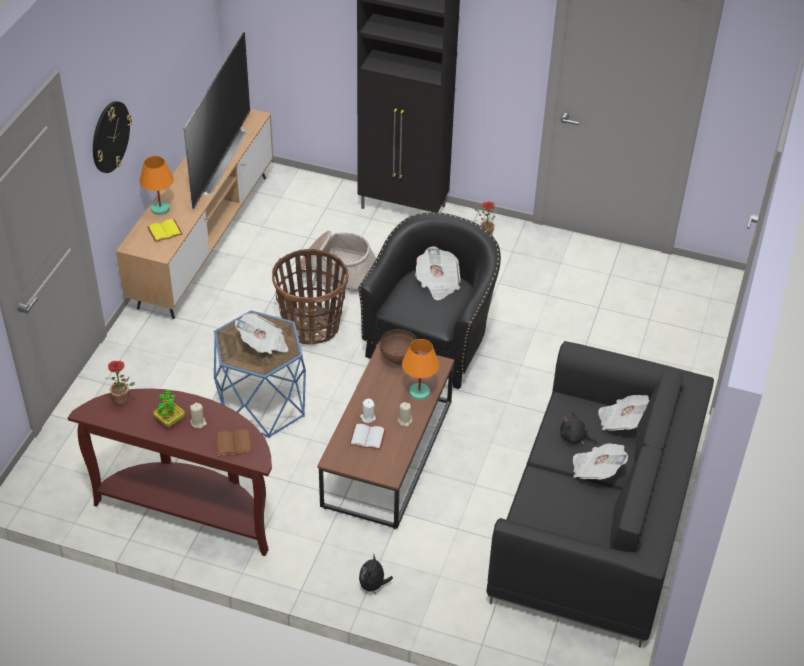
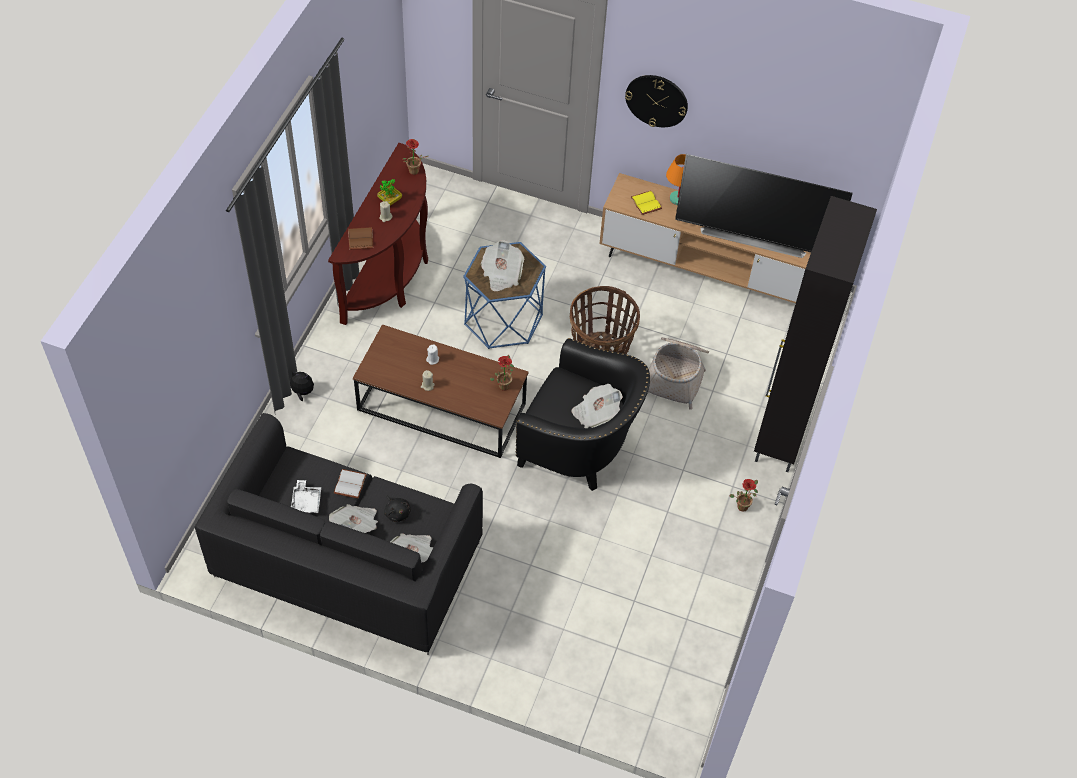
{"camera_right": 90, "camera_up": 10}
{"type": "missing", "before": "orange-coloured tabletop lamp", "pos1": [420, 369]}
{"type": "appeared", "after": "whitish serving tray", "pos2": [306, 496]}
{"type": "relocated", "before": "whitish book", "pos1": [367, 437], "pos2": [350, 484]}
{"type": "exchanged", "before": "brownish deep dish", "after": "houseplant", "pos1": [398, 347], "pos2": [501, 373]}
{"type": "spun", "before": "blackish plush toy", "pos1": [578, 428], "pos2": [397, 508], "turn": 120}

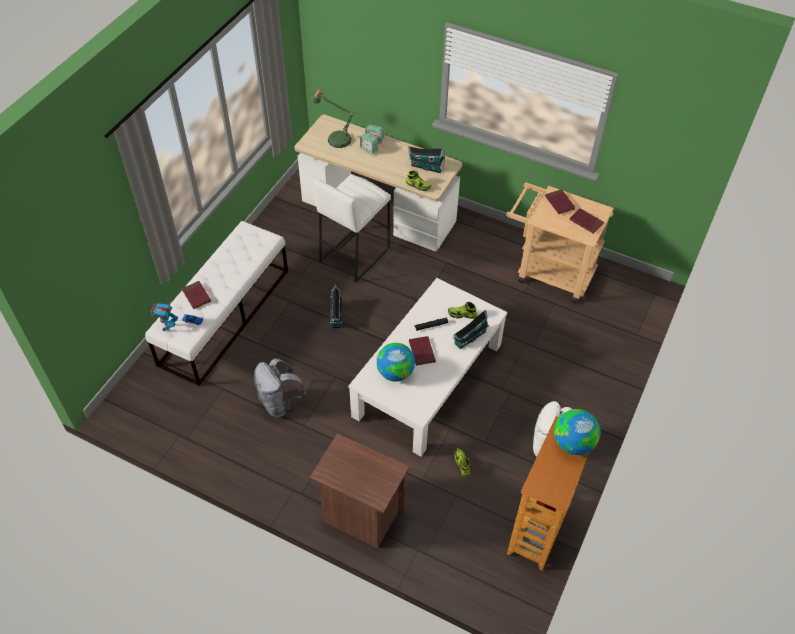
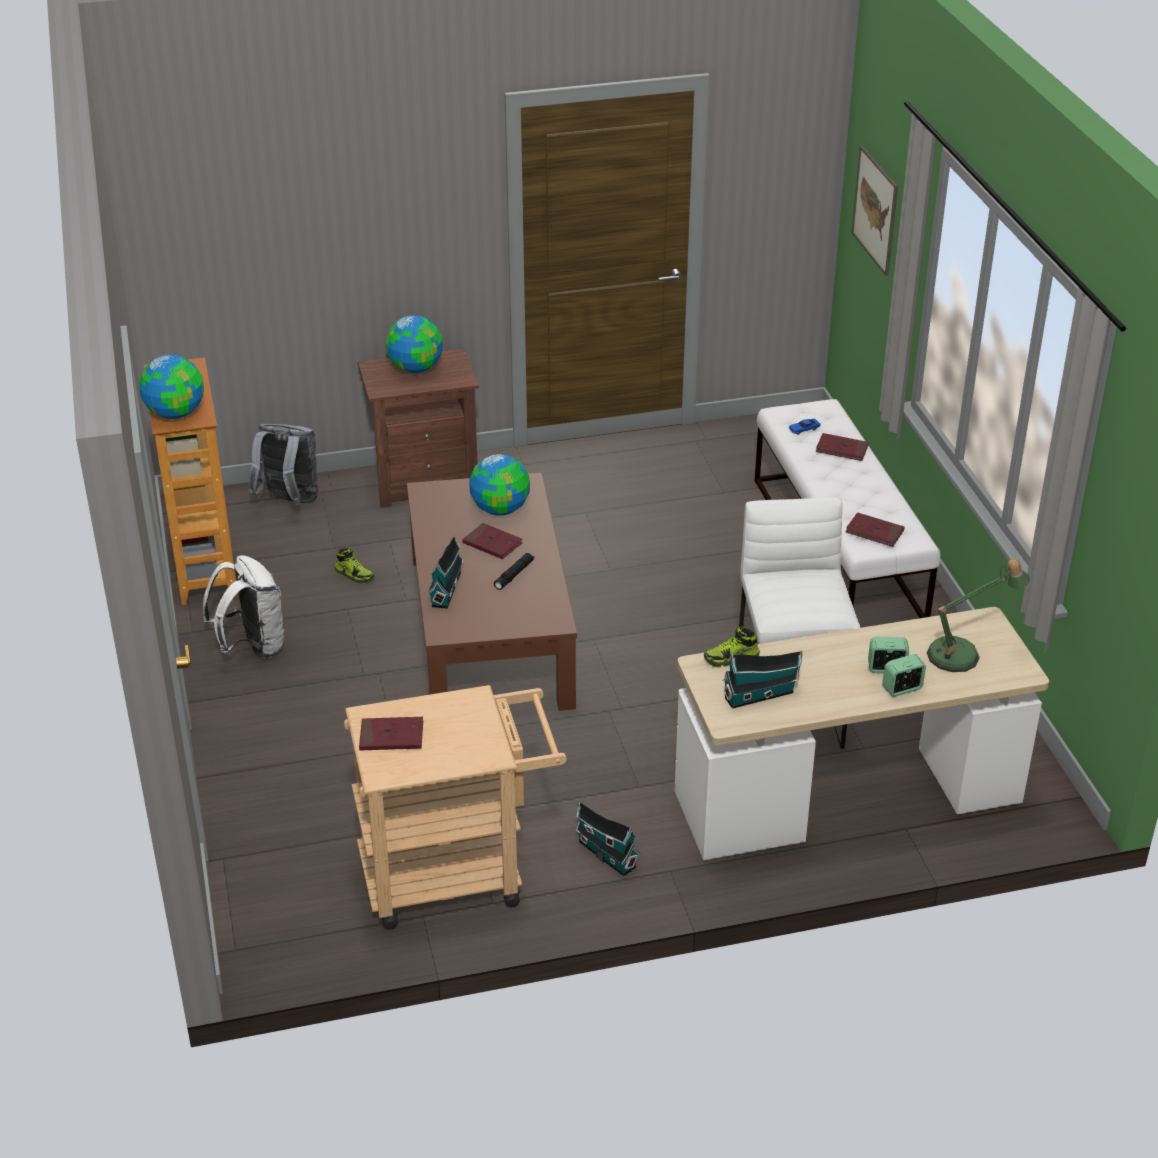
{"camera_right": 140, "camera_up": -15}
{"type": "missing", "before": "model robot", "pos1": [164, 317]}
{"type": "missing", "before": "shoe", "pos1": [462, 310]}
{"type": "appeared", "after": "world globe", "pos2": [414, 344]}
{"type": "appeared", "after": "wall picture", "pos2": [875, 210]}
{"type": "relocated", "before": "greyish knapsack", "pos1": [280, 388], "pos2": [284, 464]}
{"type": "relocated", "before": "toy house", "pos1": [336, 306], "pos2": [607, 839]}
{"type": "relocated", "before": "reddish book", "pos1": [560, 201], "pos2": [875, 529]}
{"type": "colour", "before": "whitish low table", "after": "brownish low table", "pos1": [427, 367], "pos2": [492, 592]}

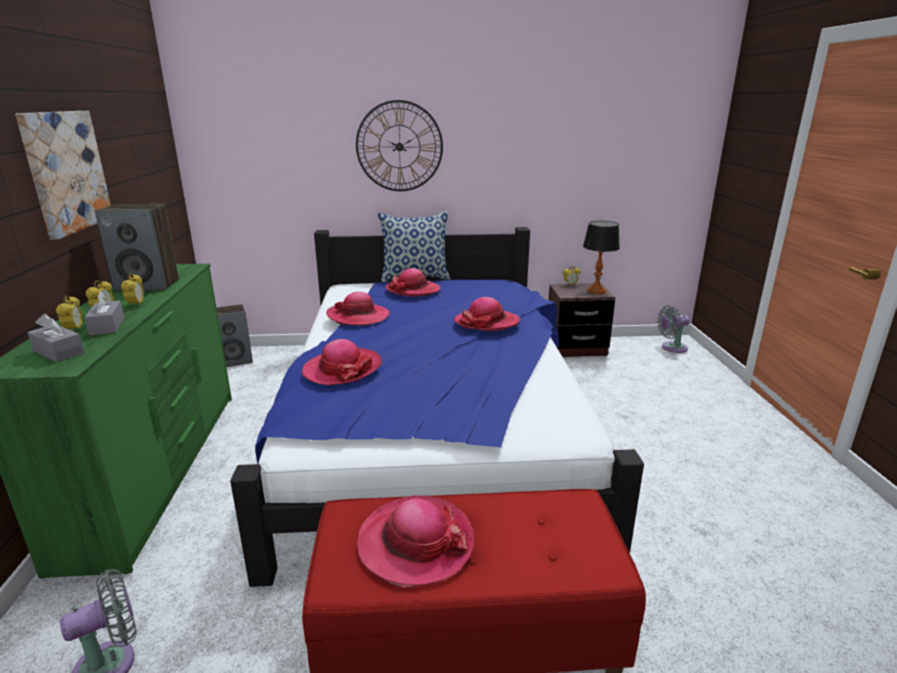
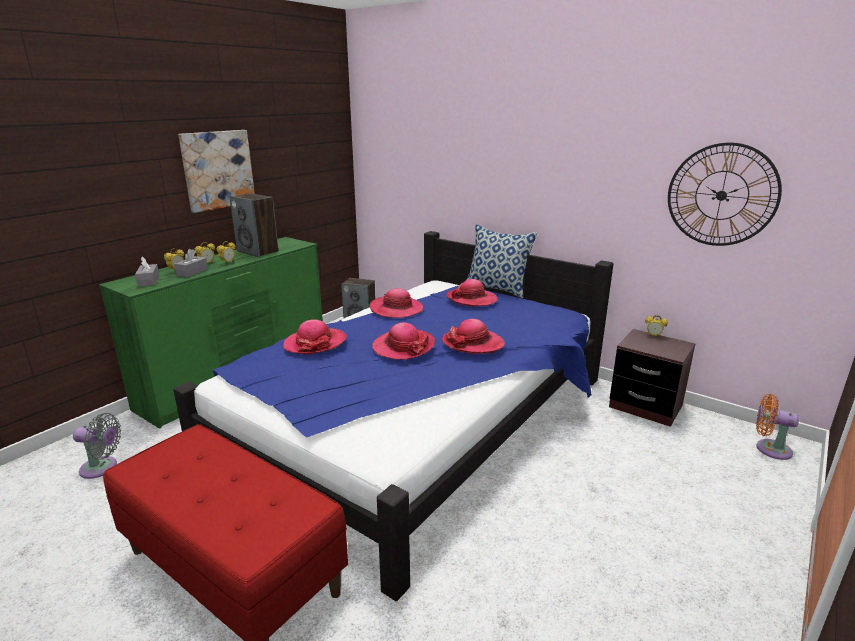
{"camera_right": 40, "camera_up": 0}
{"type": "missing", "before": "tabletop lamp", "pos1": [601, 257]}
{"type": "relocated", "before": "hanging clock", "pos1": [399, 145], "pos2": [725, 194]}
{"type": "relocated", "before": "clothing hat", "pos1": [416, 541], "pos2": [404, 341]}
{"type": "colour", "before": "greyish electric fan", "after": "orange-coloured electric fan", "pos1": [673, 329], "pos2": [777, 427]}

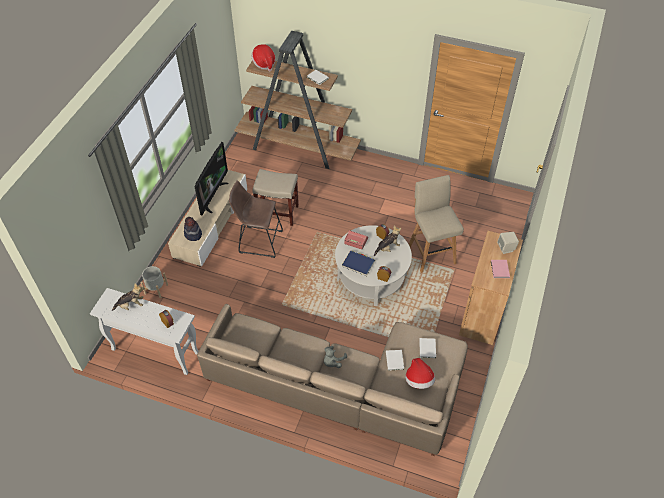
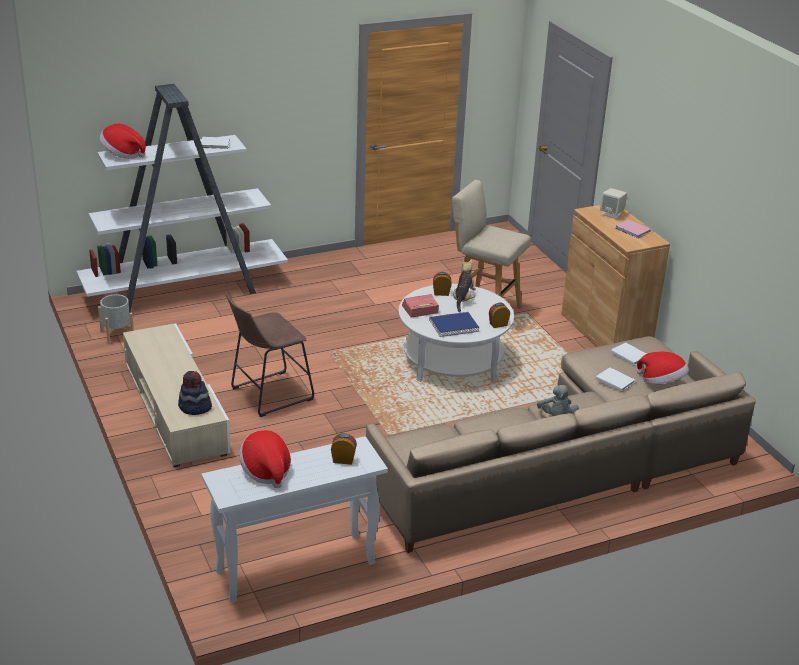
{"camera_right": -45, "camera_up": -20}
{"type": "missing", "before": "TV set", "pos1": [211, 178]}
{"type": "missing", "before": "beige-coloured stool seat", "pos1": [275, 197]}
{"type": "relocated", "before": "greyish planter", "pos1": [154, 282], "pos2": [116, 319]}
{"type": "exchanged", "before": "plush toy", "after": "clothing hat", "pos1": [128, 297], "pos2": [265, 459]}
{"type": "colour", "before": "brownish shelving unit", "after": "whitish shelving unit", "pos1": [297, 100], "pos2": [182, 198]}

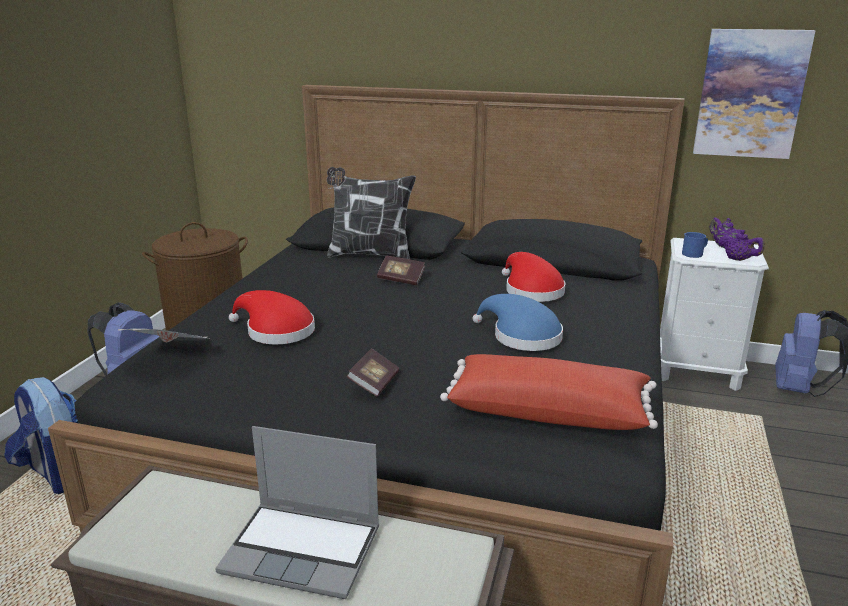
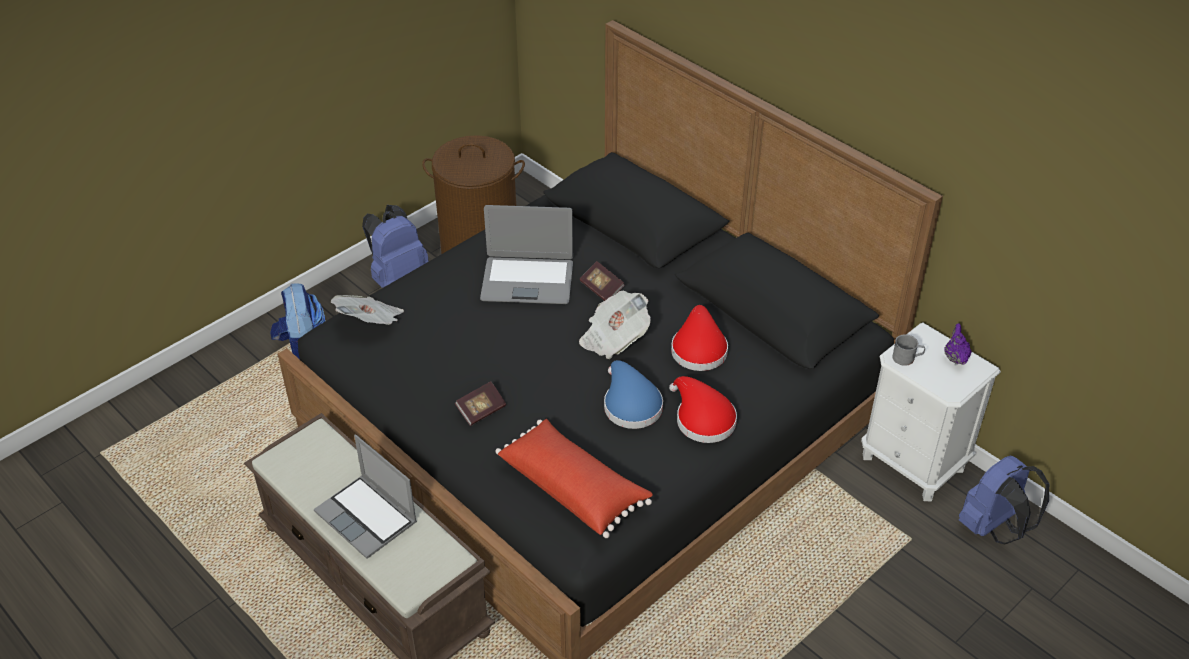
{"camera_right": 30, "camera_up": 20}
{"type": "missing", "before": "throw pillow", "pos1": [371, 213]}
{"type": "missing", "before": "wall picture", "pos1": [754, 94]}
{"type": "missing", "before": "purple-coloured teapot", "pos1": [741, 245]}
{"type": "appeared", "after": "portable computer", "pos2": [526, 254]}
{"type": "appeared", "after": "printed paper", "pos2": [615, 325]}
{"type": "relocated", "before": "reddish clothing hat", "pos1": [272, 317], "pos2": [703, 409]}
{"type": "colour", "before": "blue coffee mug", "after": "greyish coffee mug", "pos1": [695, 245], "pos2": [908, 350]}

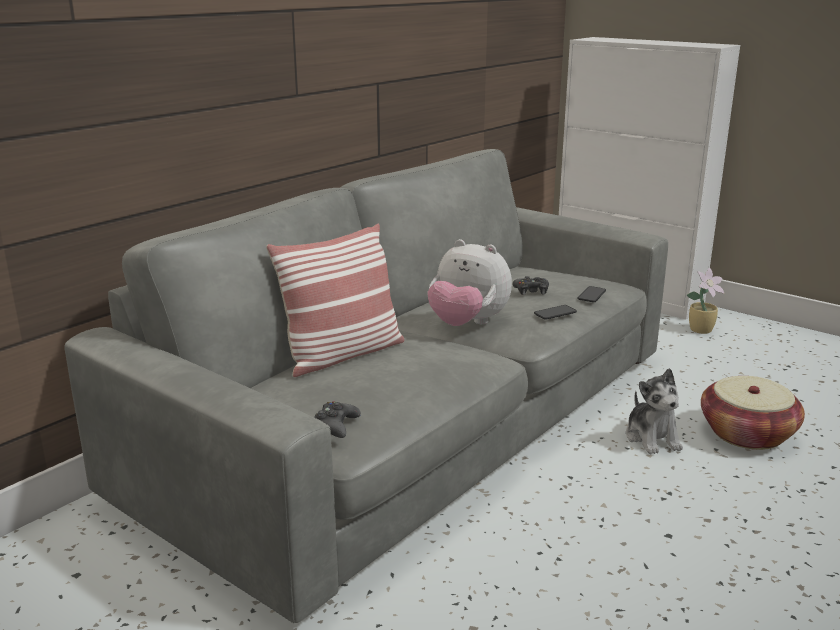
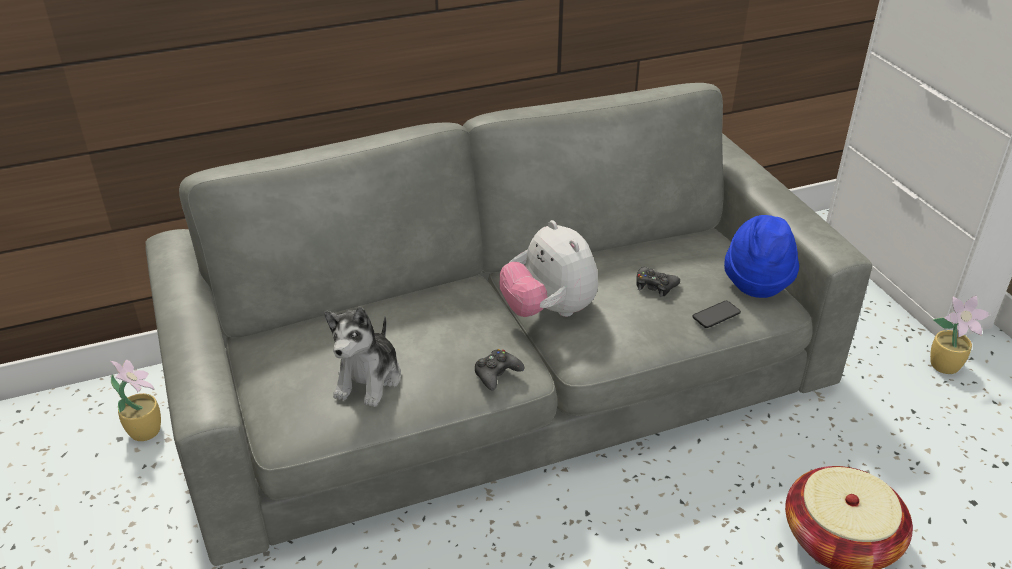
{"camera_right": 30, "camera_up": 15}
{"type": "missing", "before": "throw pillow", "pos1": [335, 300]}
{"type": "missing", "before": "phone", "pos1": [555, 312]}
{"type": "appeared", "after": "houseplant", "pos2": [135, 400]}
{"type": "appeared", "after": "blue clothing hat", "pos2": [761, 256]}
{"type": "relocated", "before": "blackish gamepad", "pos1": [337, 419], "pos2": [499, 370]}
{"type": "relocated", "before": "plush toy", "pos1": [654, 411], "pos2": [362, 357]}

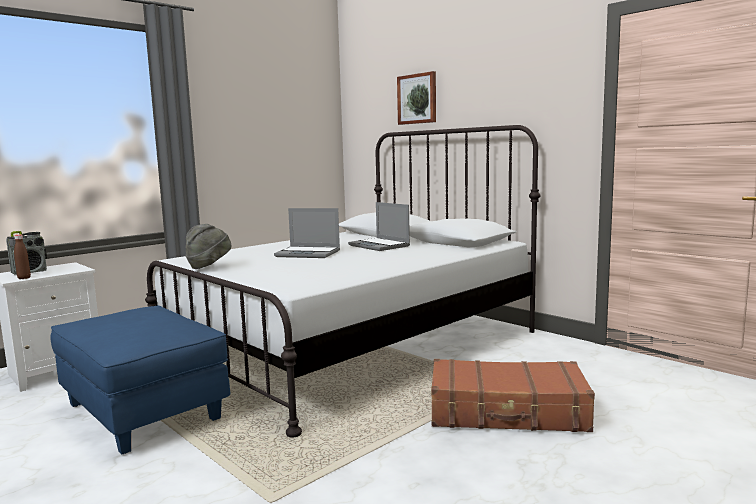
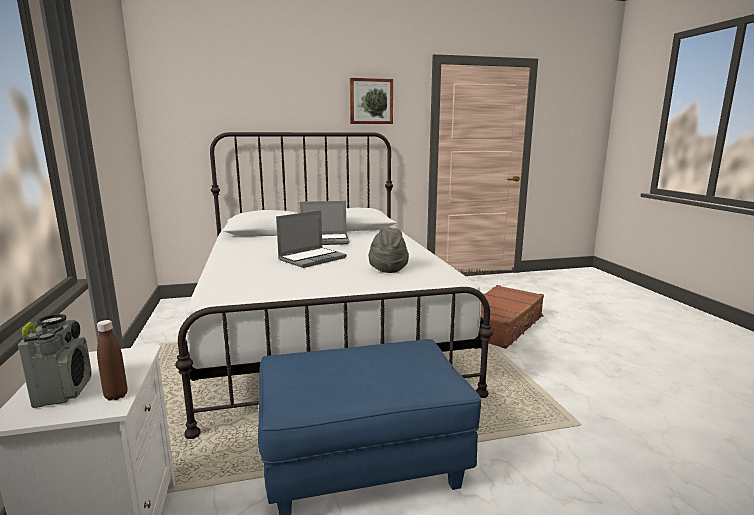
{"camera_right": -60, "camera_up": 5}
{"type": "relocated", "before": "greyish clothing hat", "pos1": [208, 246], "pos2": [389, 250]}
{"type": "relocated", "before": "wall picture", "pos1": [416, 98], "pos2": [371, 101]}

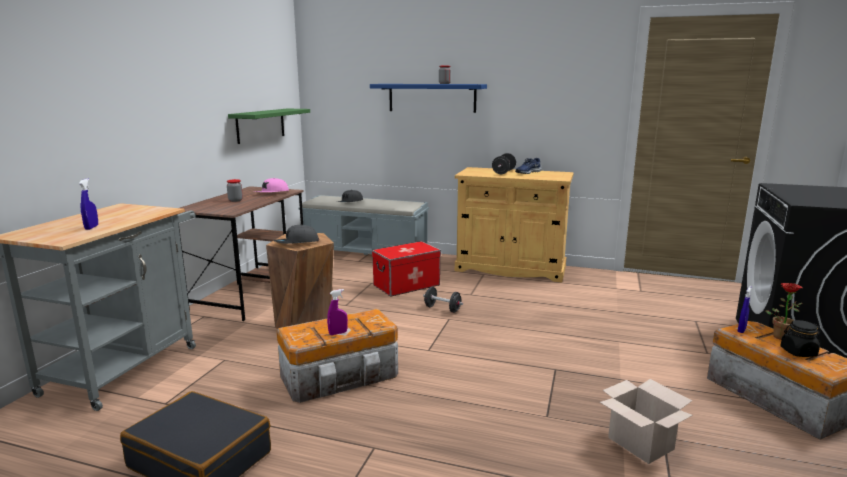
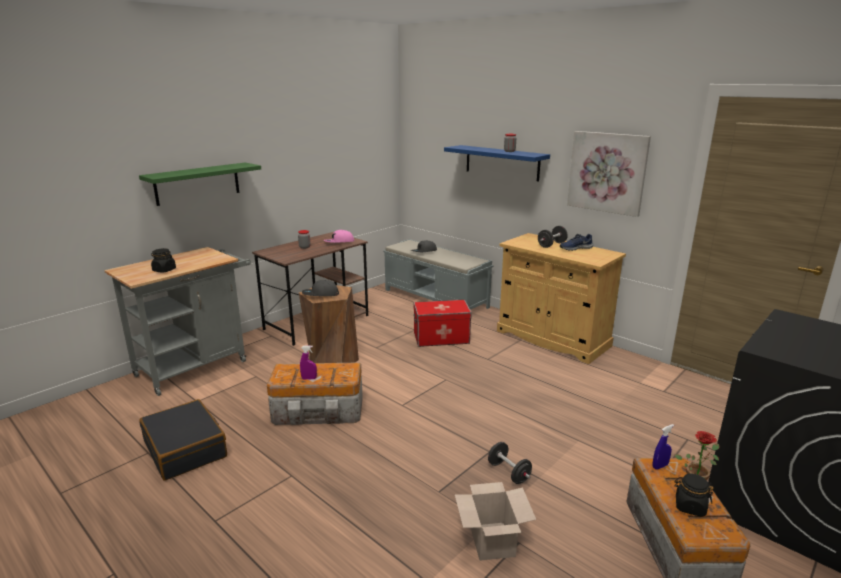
{"camera_right": 25, "camera_up": 5}
{"type": "appeared", "after": "wall picture", "pos2": [609, 174]}
{"type": "relocated", "before": "green shelf", "pos1": [269, 126], "pos2": [200, 184]}
{"type": "relocated", "before": "blackish free weight", "pos1": [443, 300], "pos2": [510, 463]}
{"type": "exchanged", "before": "blue spray bottle", "after": "blackish storage jar", "pos1": [88, 204], "pos2": [163, 260]}

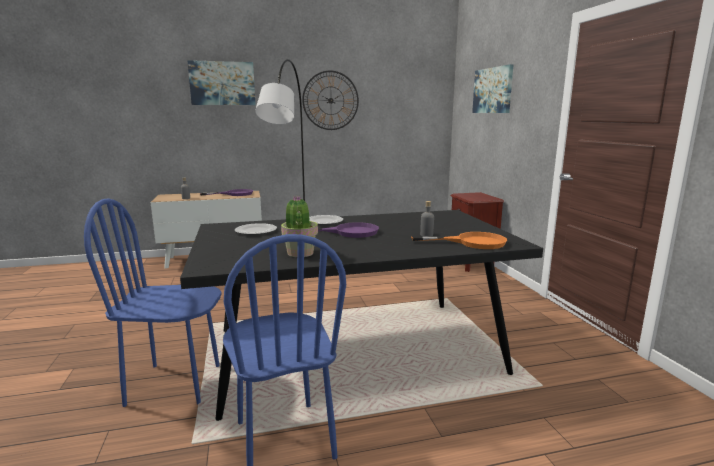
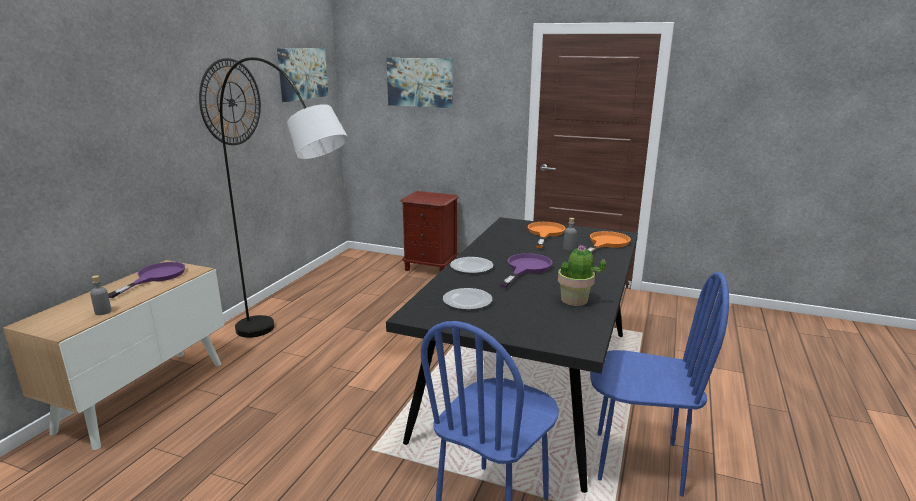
{"camera_right": -55, "camera_up": 5}
{"type": "appeared", "after": "orange-coloured skillet", "pos2": [547, 235]}
{"type": "relocated", "before": "wall picture", "pos1": [221, 82], "pos2": [302, 75]}

